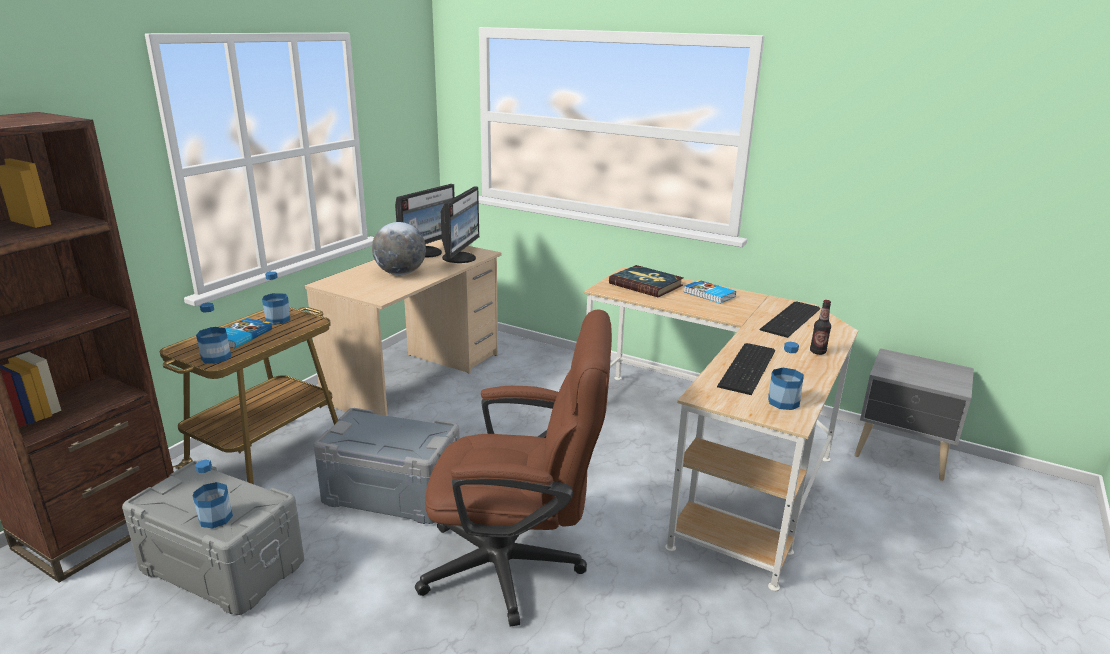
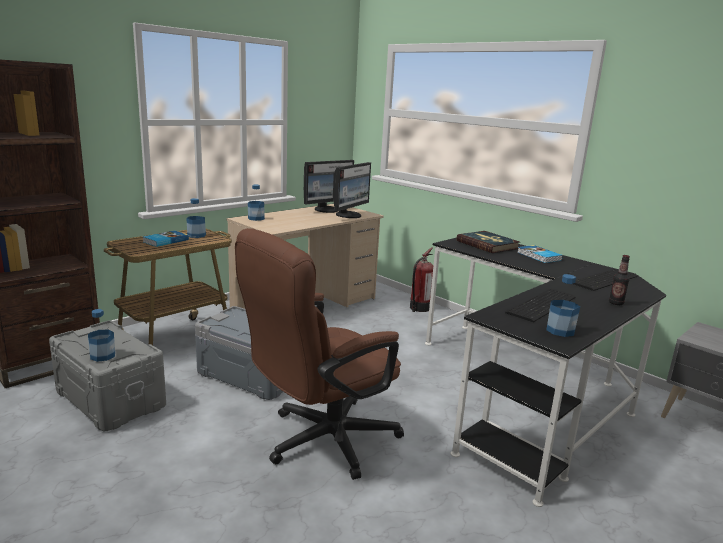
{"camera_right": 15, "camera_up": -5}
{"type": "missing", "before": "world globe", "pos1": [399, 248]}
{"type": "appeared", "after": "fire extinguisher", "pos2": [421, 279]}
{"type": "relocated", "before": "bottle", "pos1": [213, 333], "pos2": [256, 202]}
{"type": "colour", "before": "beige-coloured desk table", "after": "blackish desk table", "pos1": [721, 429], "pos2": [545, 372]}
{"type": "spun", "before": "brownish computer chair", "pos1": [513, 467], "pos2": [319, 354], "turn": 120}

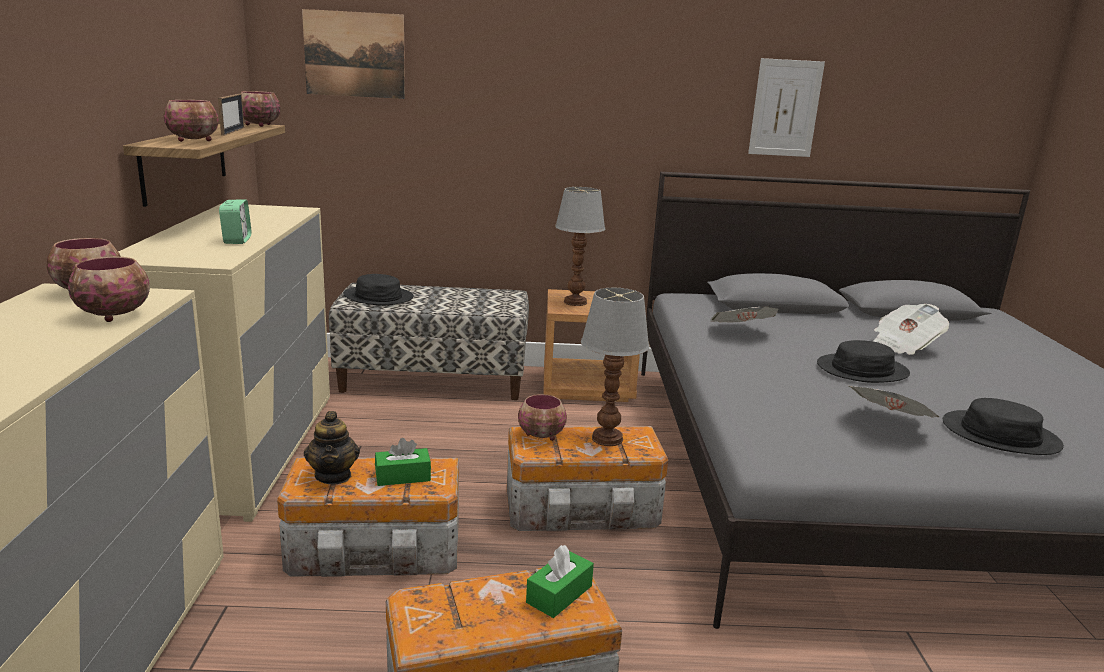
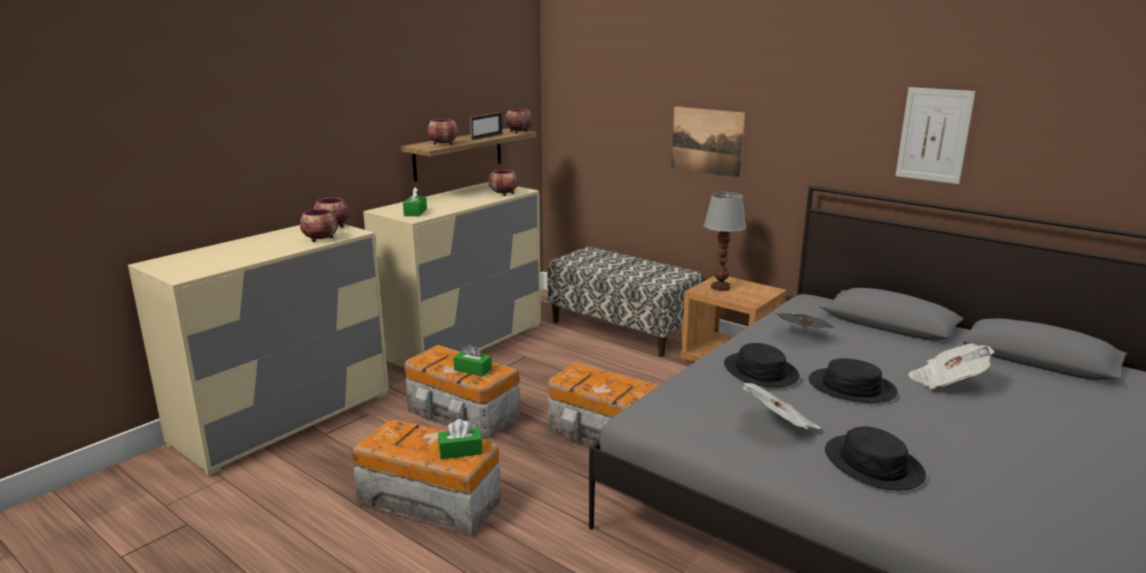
{"camera_right": 40, "camera_up": 0}
{"type": "missing", "before": "table clock", "pos1": [235, 221]}
{"type": "missing", "before": "teapot", "pos1": [332, 448]}
{"type": "missing", "before": "tabletop lamp", "pos1": [615, 367]}
{"type": "appeared", "after": "green tissue box", "pos2": [415, 201]}
{"type": "relocated", "before": "wall picture", "pos1": [353, 54], "pos2": [708, 142]}
{"type": "relocated", "before": "blackish clothing hat", "pos1": [378, 290], "pos2": [762, 365]}
{"type": "relocated", "before": "deep dish", "pos1": [542, 417], "pos2": [503, 183]}

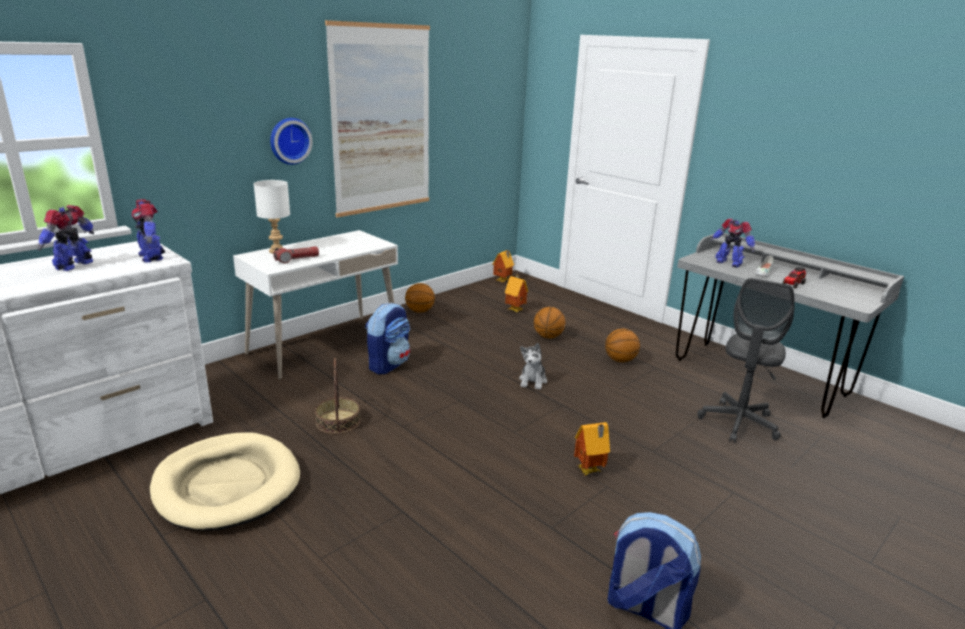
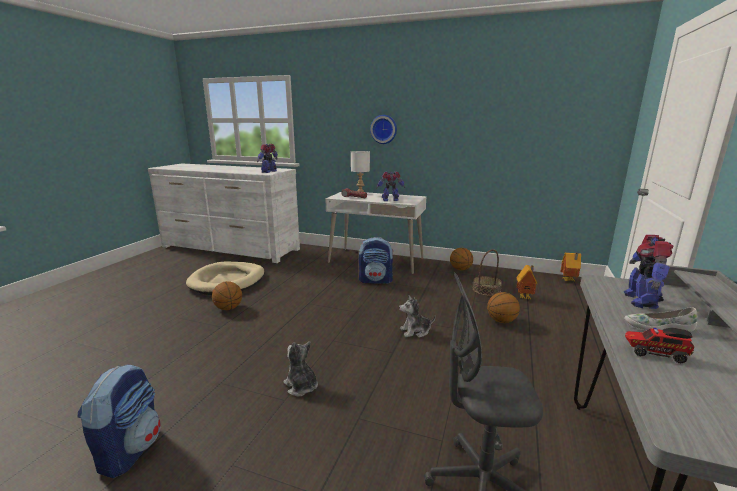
{"camera_right": 65, "camera_up": -5}
{"type": "missing", "before": "wall picture", "pos1": [377, 119]}
{"type": "relocated", "before": "model robot", "pos1": [65, 238], "pos2": [390, 186]}
{"type": "relocated", "before": "household basket", "pos1": [338, 396], "pos2": [487, 272]}
{"type": "relocated", "before": "ball for basketball", "pos1": [622, 345], "pos2": [227, 295]}
{"type": "exchanged", "before": "toy house", "after": "plush toy", "pos1": [592, 448], "pos2": [300, 369]}

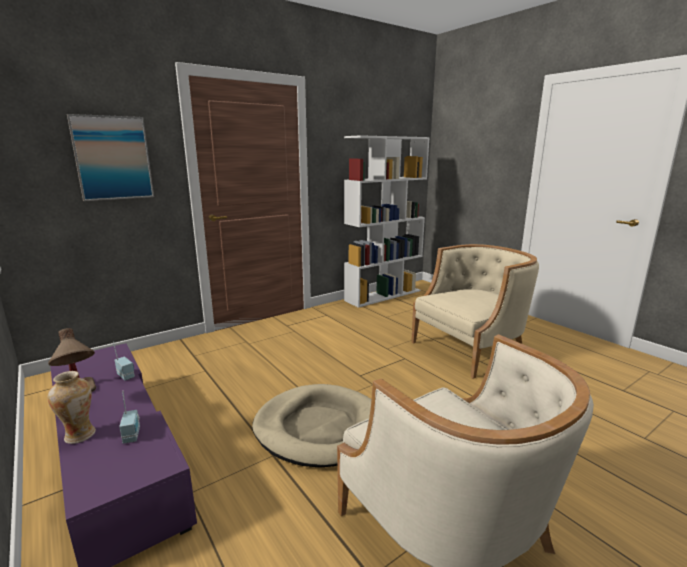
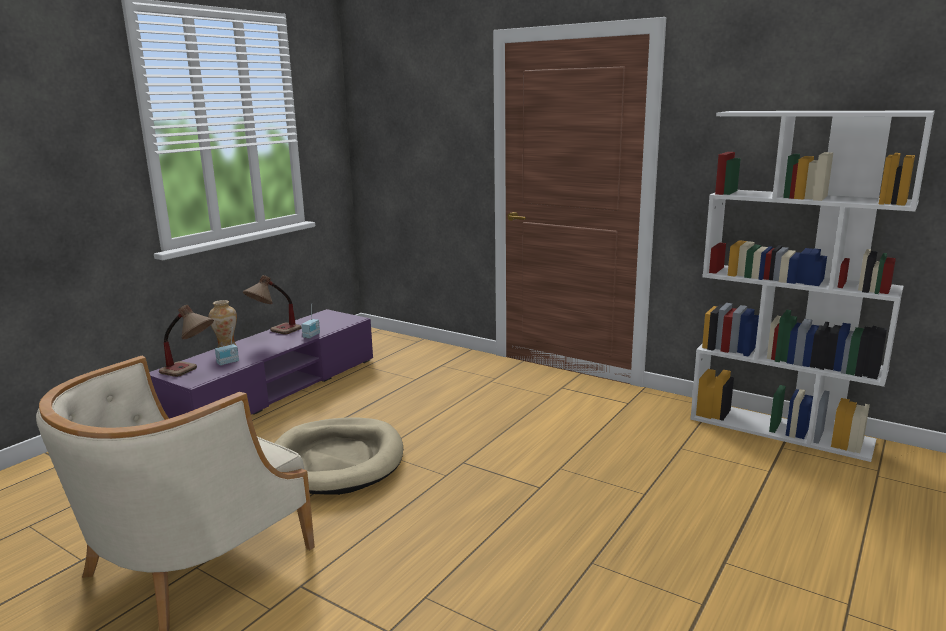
{"camera_right": 70, "camera_up": 0}
{"type": "missing", "before": "wall picture", "pos1": [110, 157]}
{"type": "missing", "before": "beige-coloured easy chair", "pos1": [475, 311]}
{"type": "appeared", "after": "tabletop lamp", "pos2": [186, 341]}

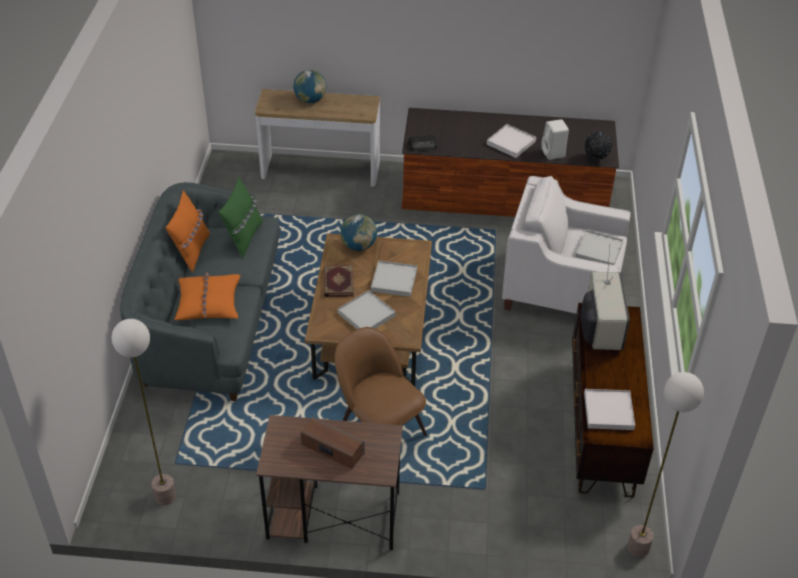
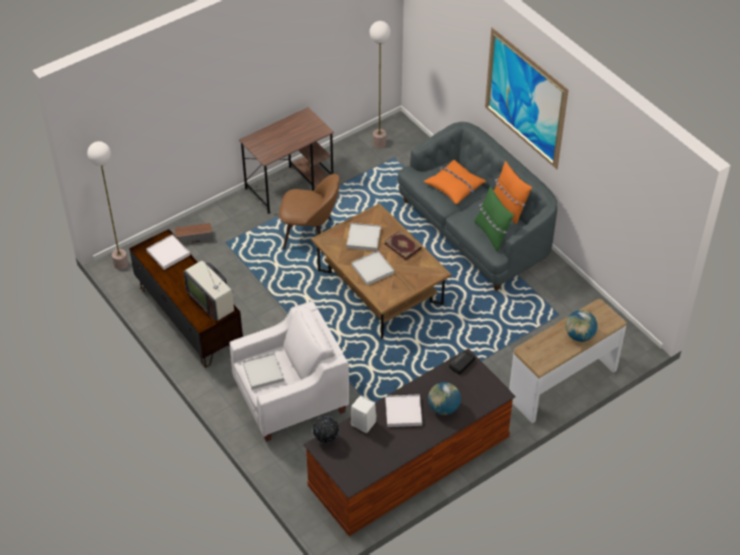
{"camera_right": 140, "camera_up": 5}
{"type": "appeared", "after": "wall picture", "pos2": [527, 98]}
{"type": "relocated", "before": "loudspeaker", "pos1": [332, 443], "pos2": [194, 234]}
{"type": "relocated", "before": "world globe", "pos1": [358, 232], "pos2": [444, 398]}

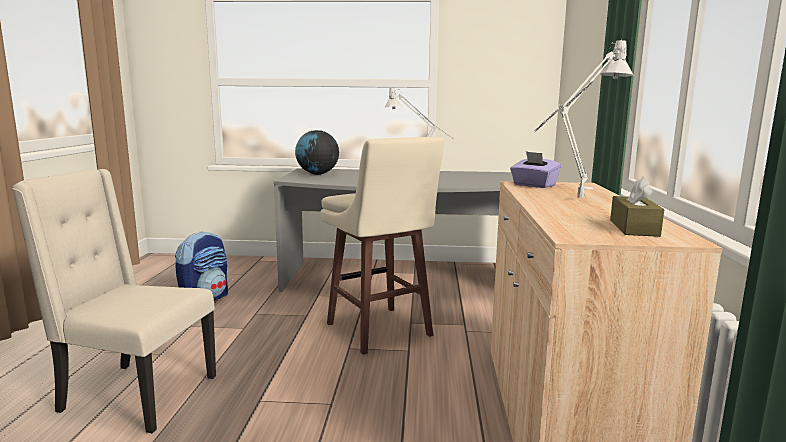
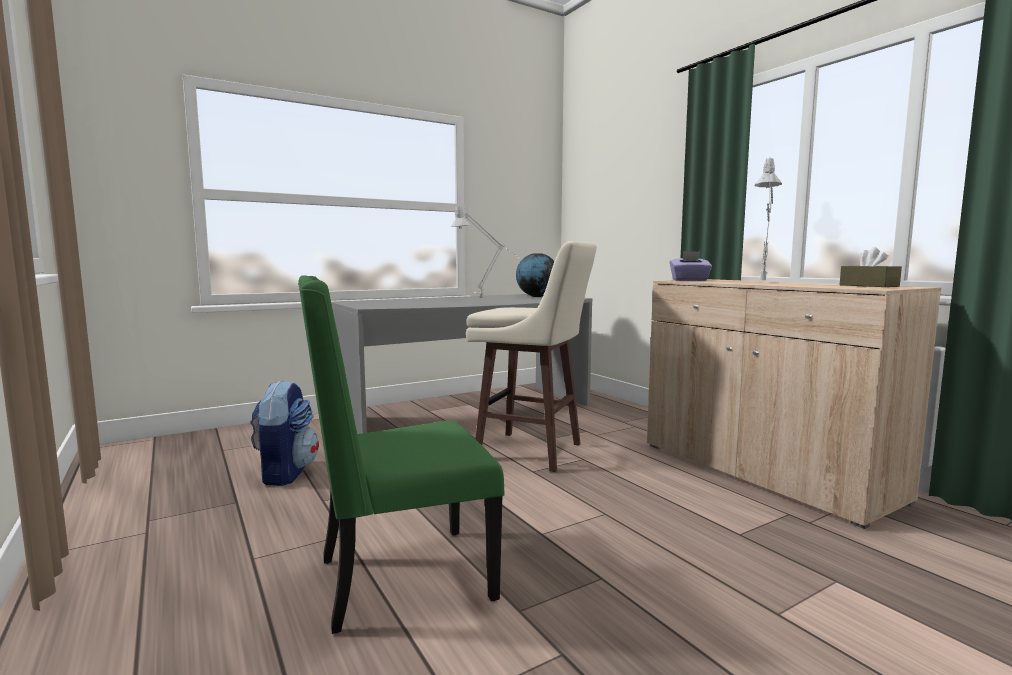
{"camera_right": -35, "camera_up": -5}
{"type": "relocated", "before": "world globe", "pos1": [317, 152], "pos2": [535, 275]}
{"type": "colour", "before": "beige-coloured plain chair", "after": "green plain chair", "pos1": [114, 301], "pos2": [401, 454]}

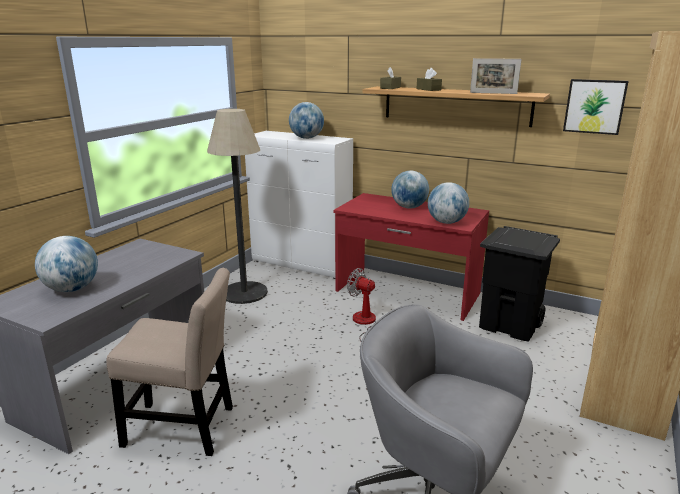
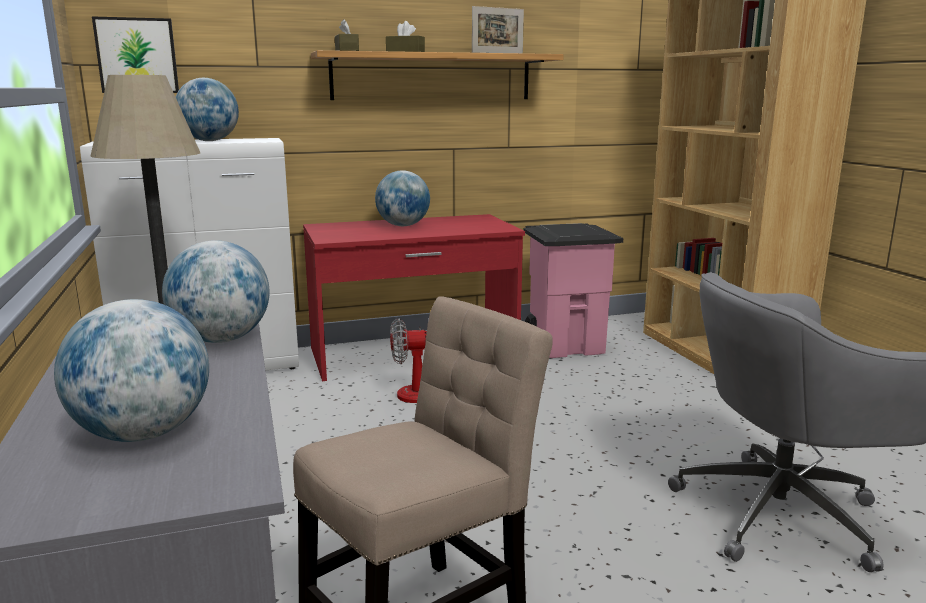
{"camera_right": -45, "camera_up": -5}
{"type": "relocated", "before": "world globe", "pos1": [448, 203], "pos2": [216, 291]}
{"type": "relocated", "before": "wall picture", "pos1": [596, 107], "pos2": [135, 54]}
{"type": "colour", "before": "blackish rubbish bin", "after": "pinkish rubbish bin", "pos1": [519, 284], "pos2": [573, 290]}

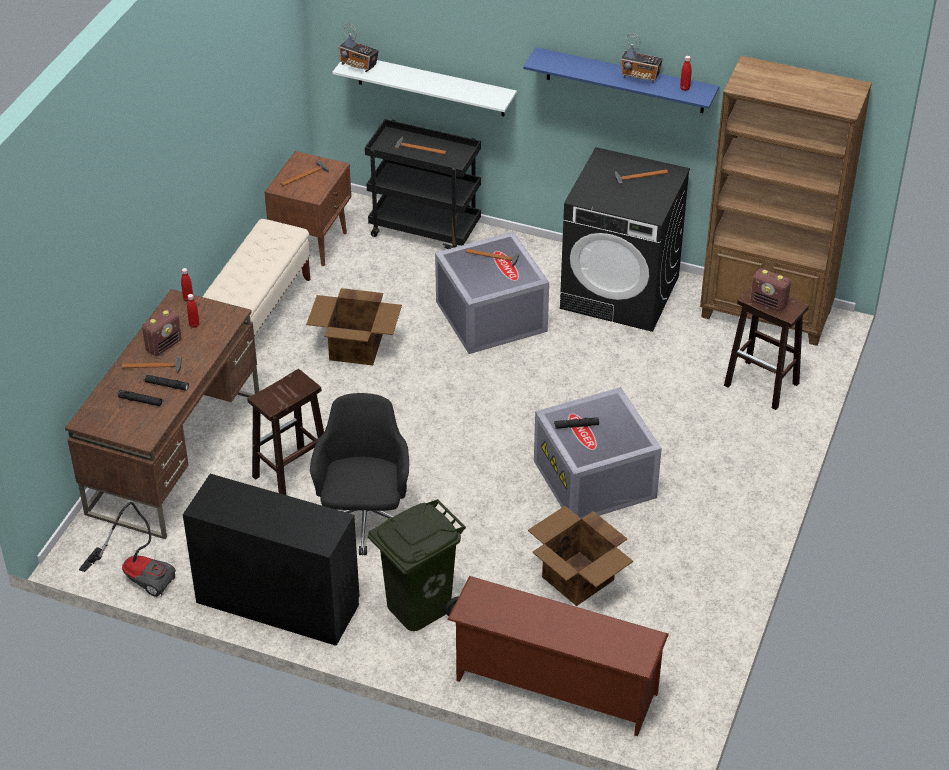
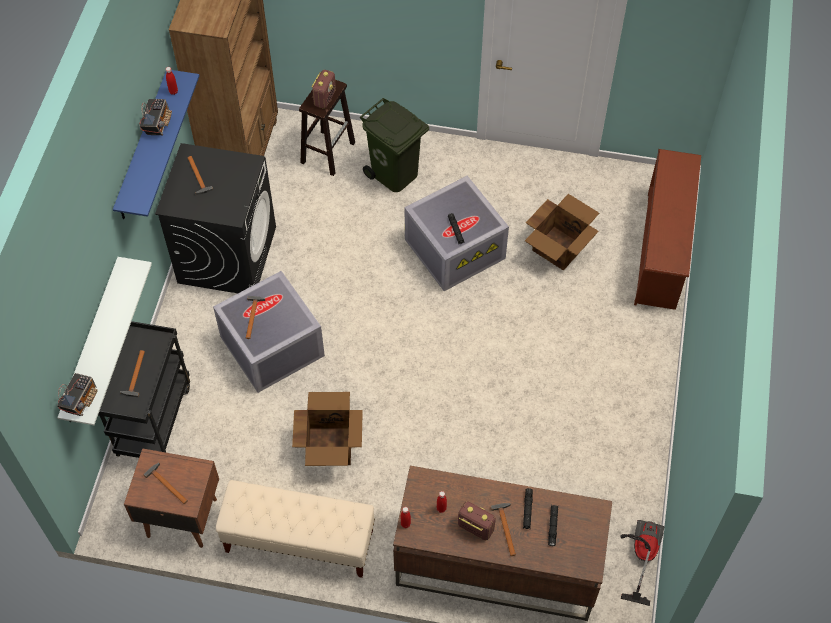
{"camera_right": -100, "camera_up": 15}
{"type": "missing", "before": "blackish desk table", "pos1": [271, 560]}
{"type": "missing", "before": "brownish stool seat", "pos1": [286, 432]}
{"type": "missing", "before": "blackish computer chair", "pos1": [359, 474]}
{"type": "relocated", "before": "green rubbish bin", "pos1": [417, 565], "pos2": [394, 145]}

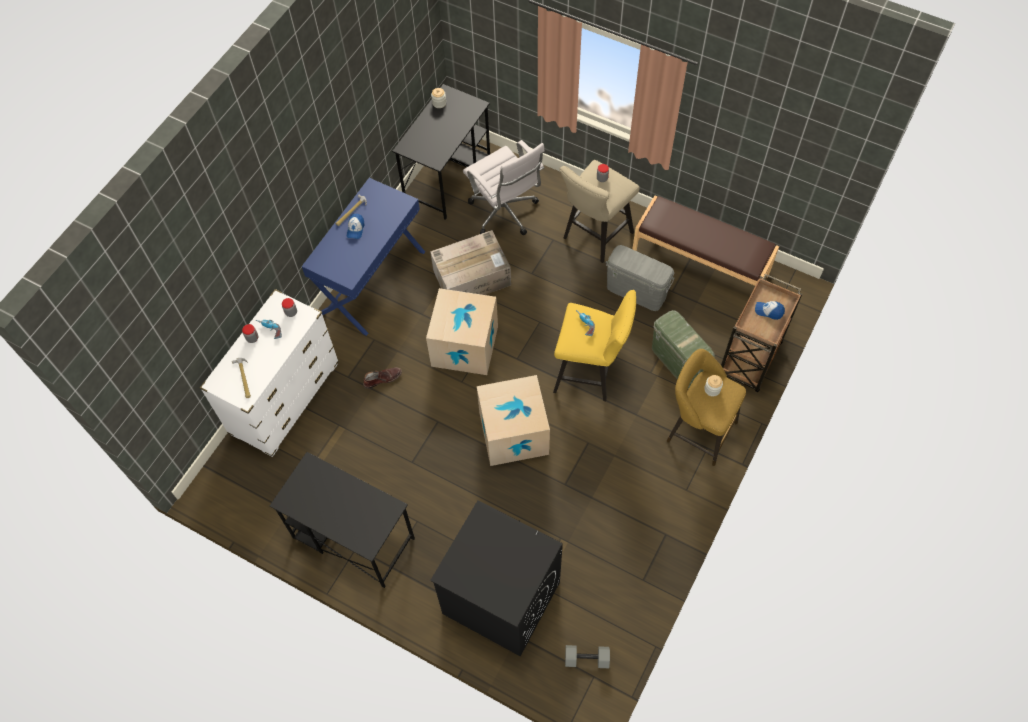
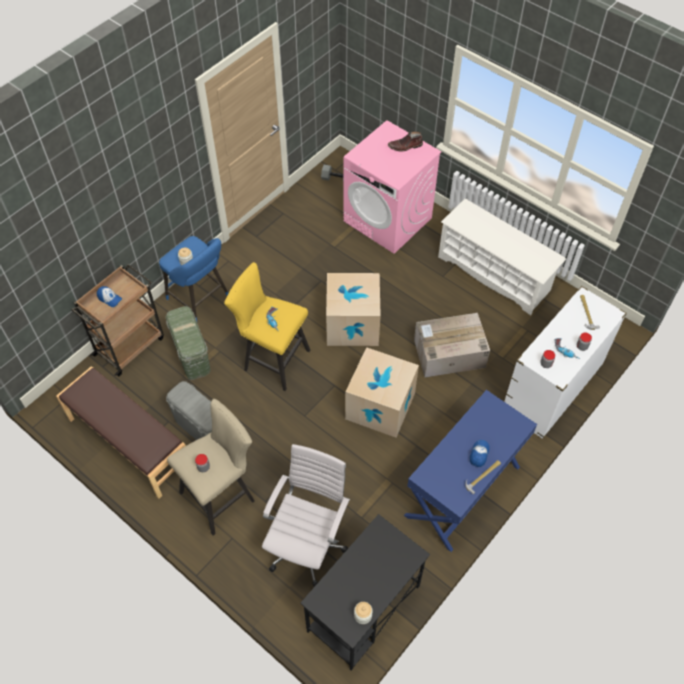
{"camera_right": -170, "camera_up": -5}
{"type": "relocated", "before": "brownish boot", "pos1": [382, 378], "pos2": [405, 142]}
{"type": "relocated", "before": "packing box", "pos1": [470, 262], "pos2": [452, 345]}
{"type": "exchanged", "before": "blackish desk table", "after": "whitish shoe stand", "pos1": [342, 520], "pos2": [502, 257]}
{"type": "colour", "before": "blackish laundry appliance", "after": "pinkish laundry appliance", "pos1": [496, 578], "pos2": [392, 187]}
{"type": "colour", "before": "yellowish stool seat", "after": "blue stool seat", "pos1": [706, 407], "pos2": [193, 278]}
{"type": "spun", "before": "whitish computer chair", "pos1": [503, 187], "pos2": [306, 515], "turn": 45}

